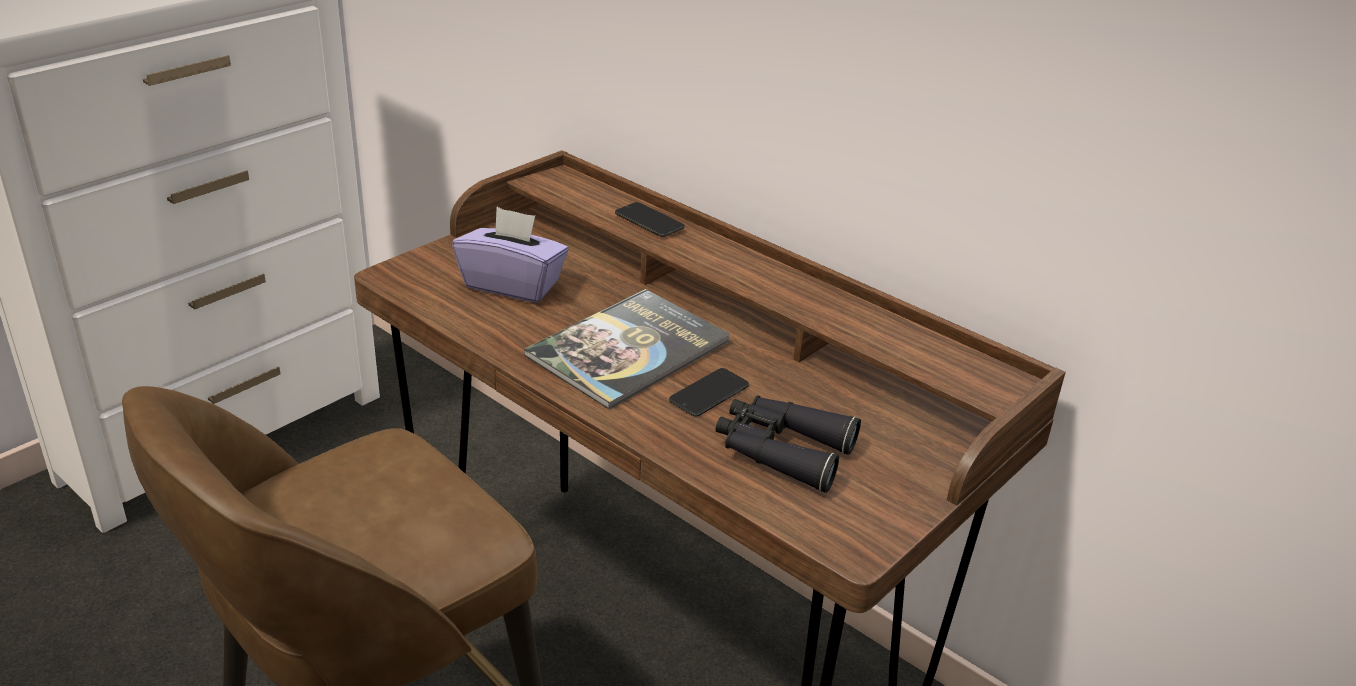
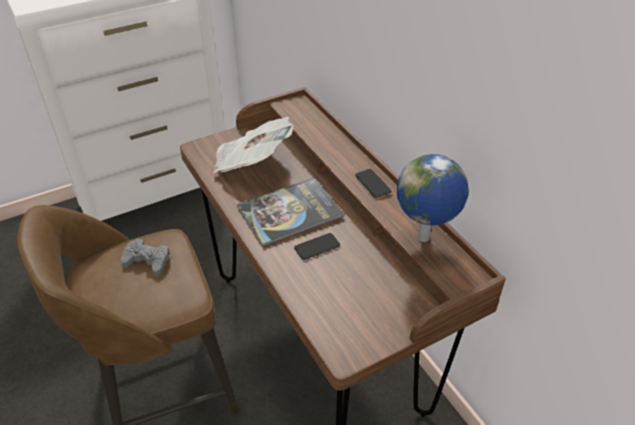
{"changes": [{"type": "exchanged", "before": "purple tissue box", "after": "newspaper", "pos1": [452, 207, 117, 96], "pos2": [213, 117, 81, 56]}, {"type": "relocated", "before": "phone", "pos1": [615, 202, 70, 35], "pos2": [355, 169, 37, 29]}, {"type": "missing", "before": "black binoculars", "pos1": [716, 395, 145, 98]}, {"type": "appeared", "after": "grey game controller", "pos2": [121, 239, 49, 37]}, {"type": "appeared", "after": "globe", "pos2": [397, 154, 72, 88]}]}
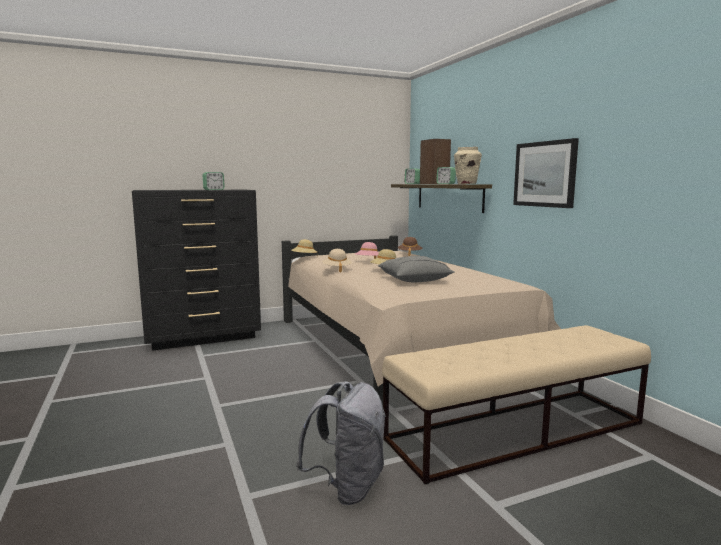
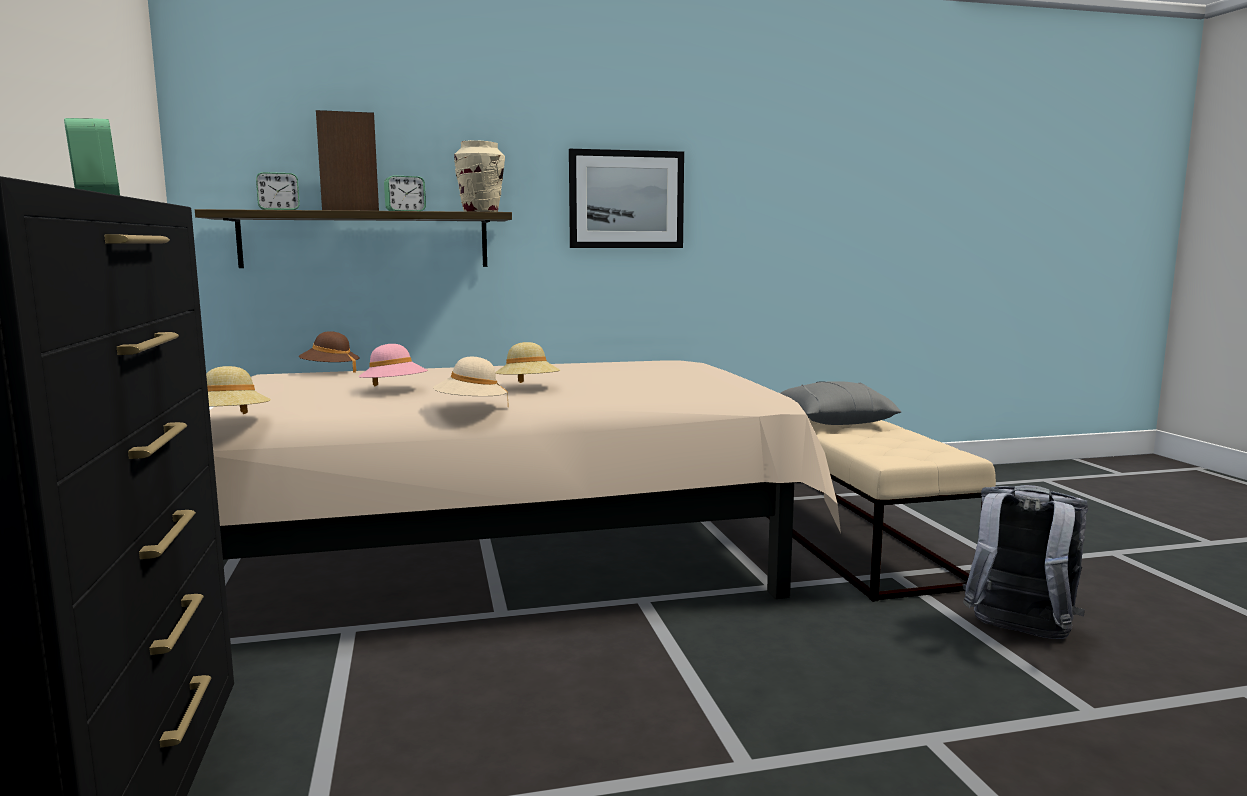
{"changes": [{"type": "relocated", "before": "grey pillow", "pos1": [378, 256, 76, 26], "pos2": [780, 381, 121, 44]}]}
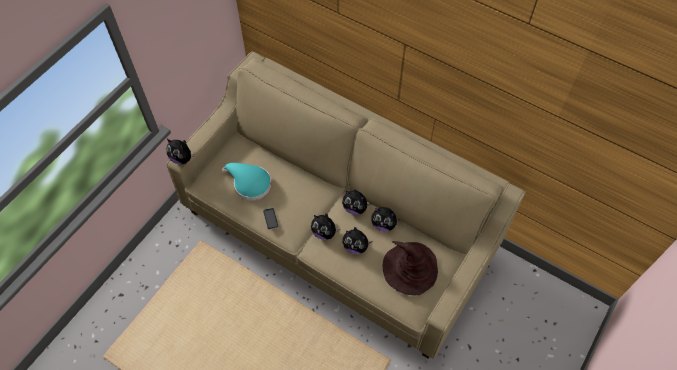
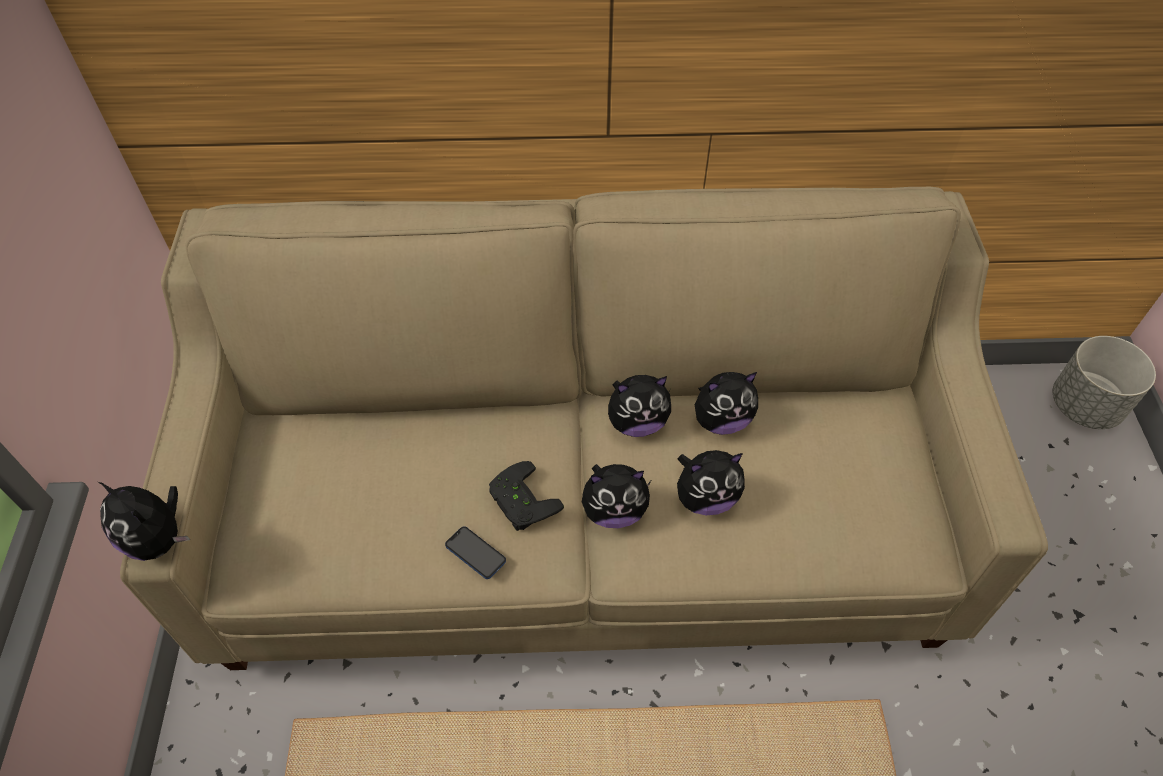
{"changes": [{"type": "spun", "before": "plush toy", "pos1": [166, 138, 30, 26], "pos2": [98, 482, 92, 79], "turn": 45}, {"type": "missing", "before": "turquoise hat", "pos1": [222, 163, 49, 37]}, {"type": "missing", "before": "brown hat", "pos1": [383, 241, 55, 54]}, {"type": "appeared", "after": "black game controller", "pos2": [489, 461, 75, 70]}, {"type": "appeared", "after": "grey planter", "pos2": [1053, 336, 103, 93]}]}
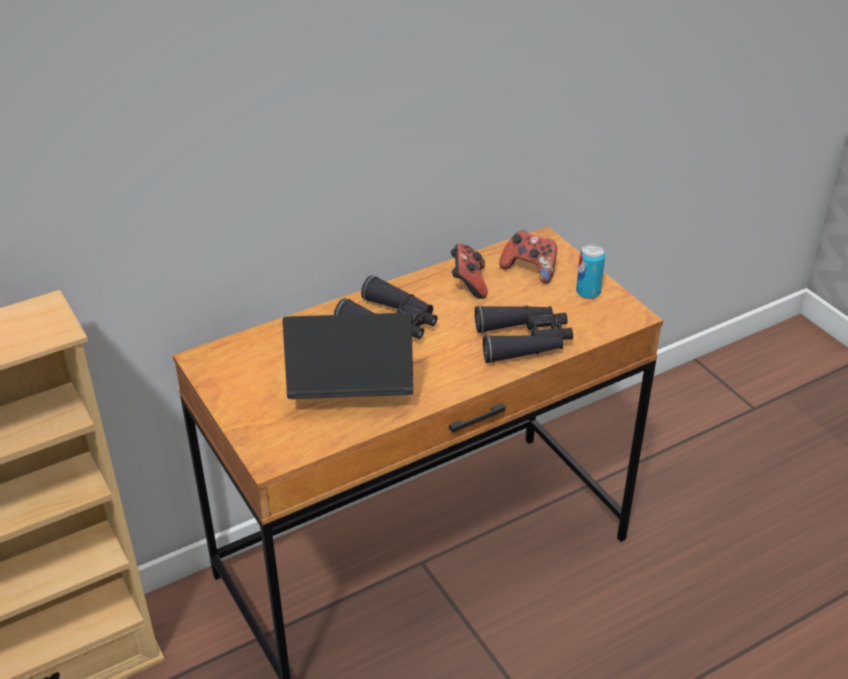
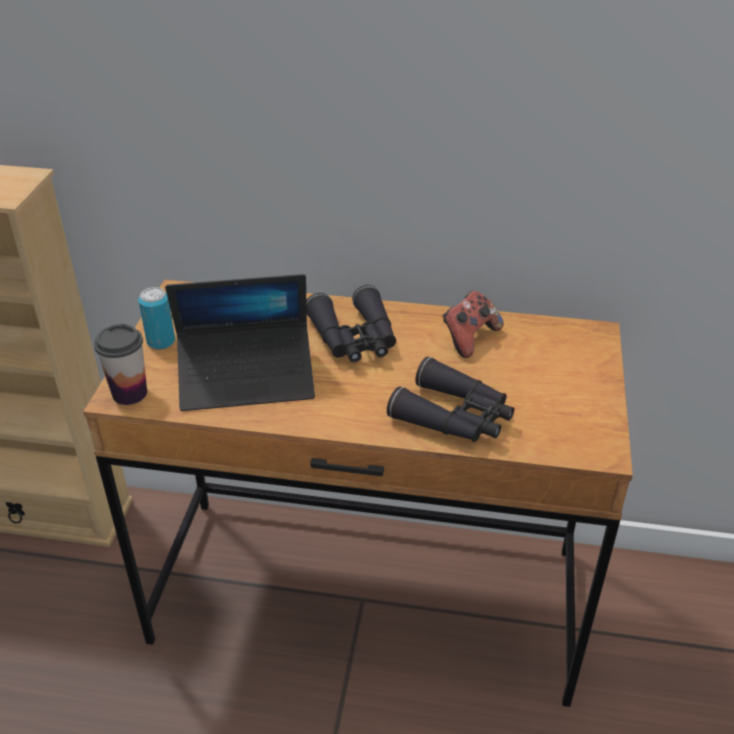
{"changes": [{"type": "spun", "before": "laptop", "pos1": [282, 313, 131, 86], "pos2": [165, 274, 150, 137], "turn": 135}, {"type": "missing", "before": "game controller", "pos1": [499, 230, 58, 54]}, {"type": "relocated", "before": "can", "pos1": [576, 244, 29, 55], "pos2": [138, 287, 37, 63]}, {"type": "appeared", "after": "cup", "pos2": [94, 324, 53, 81]}]}
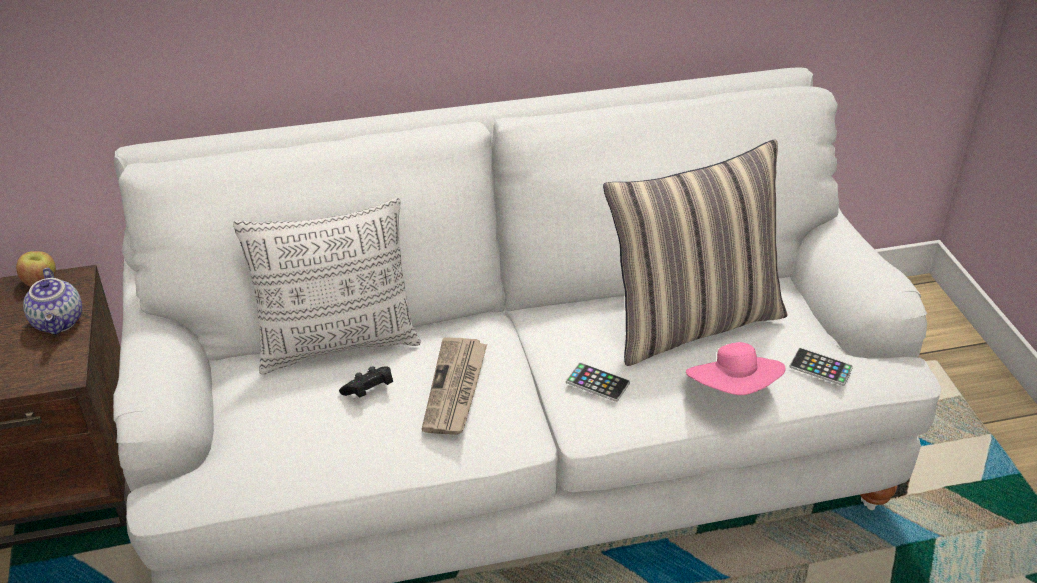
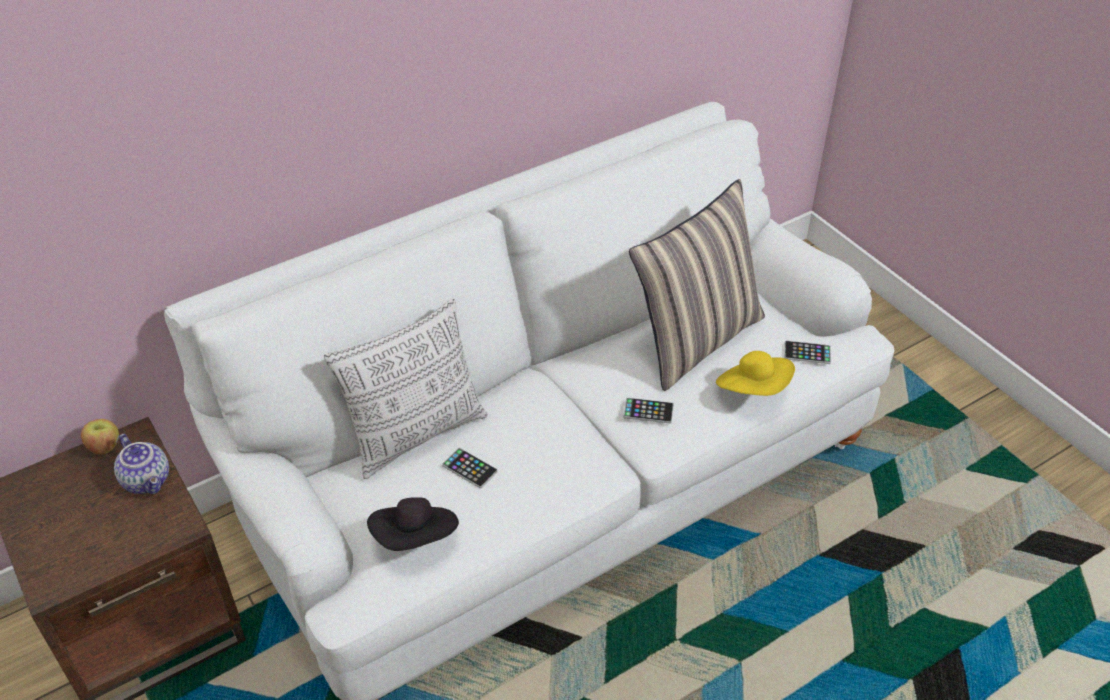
{"changes": [{"type": "exchanged", "before": "black game controller", "after": "phone", "pos1": [339, 366, 54, 32], "pos2": [442, 448, 56, 40]}, {"type": "missing", "before": "newspaper", "pos1": [422, 337, 65, 98]}, {"type": "colour", "before": "pink hat", "after": "yellow hat", "pos1": [686, 342, 99, 53], "pos2": [716, 351, 79, 45]}, {"type": "appeared", "after": "black hat", "pos2": [367, 497, 92, 54]}]}
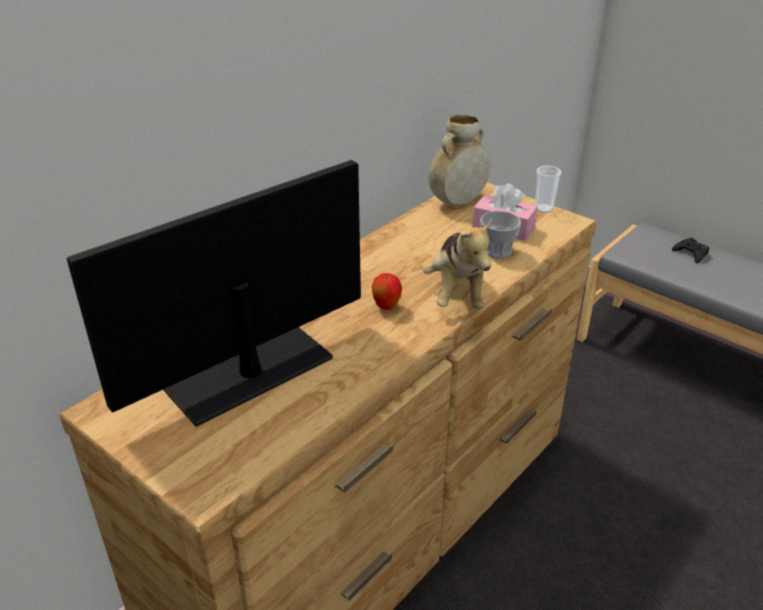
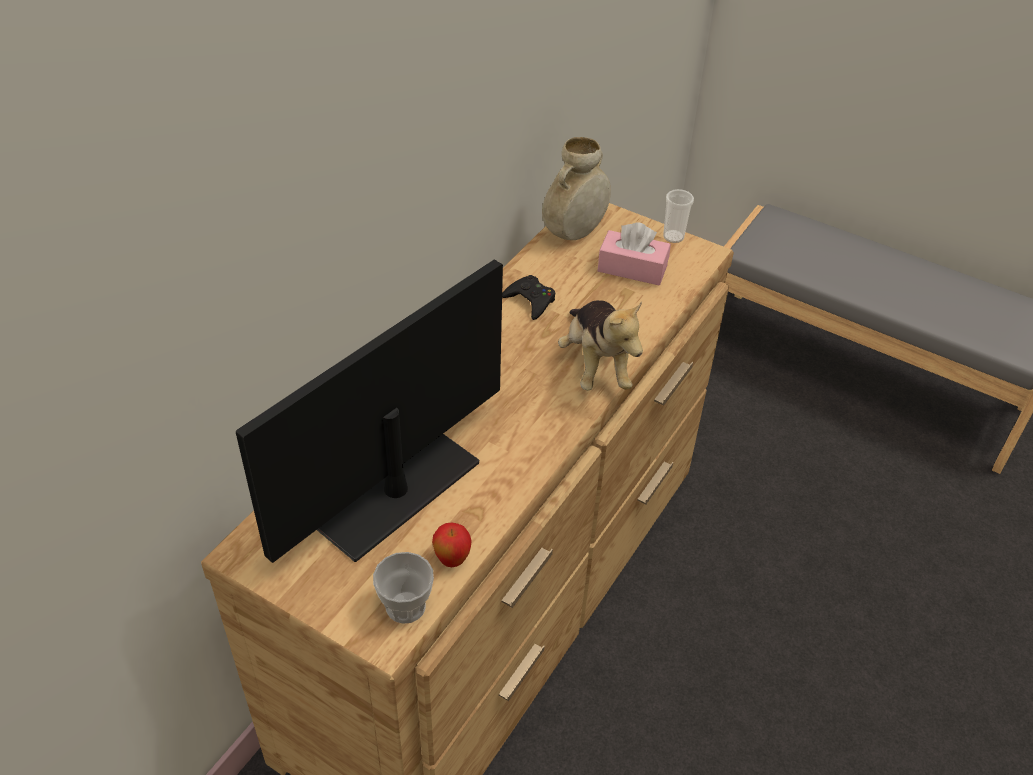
{"changes": [{"type": "relocated", "before": "apple", "pos1": [372, 273, 30, 37], "pos2": [432, 523, 40, 44]}, {"type": "relocated", "before": "cup", "pos1": [480, 211, 41, 47], "pos2": [373, 552, 61, 72]}, {"type": "relocated", "before": "black game controller", "pos1": [672, 238, 37, 25], "pos2": [502, 275, 53, 45]}]}
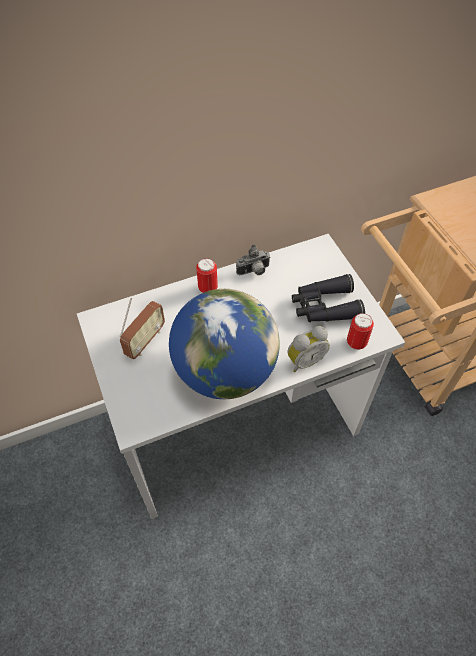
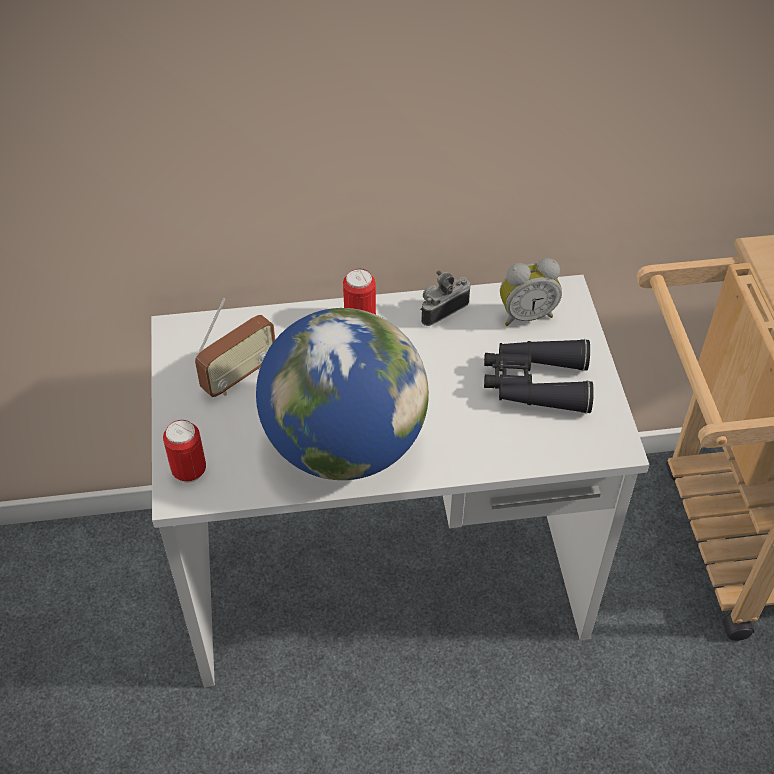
{"changes": [{"type": "spun", "before": "photo camera", "pos1": [236, 244, 35, 31], "pos2": [420, 270, 50, 56], "turn": 150}, {"type": "relocated", "before": "alarm clock", "pos1": [288, 326, 42, 46], "pos2": [500, 258, 62, 68]}, {"type": "relocated", "before": "can", "pos1": [347, 313, 27, 37], "pos2": [163, 420, 43, 63]}]}
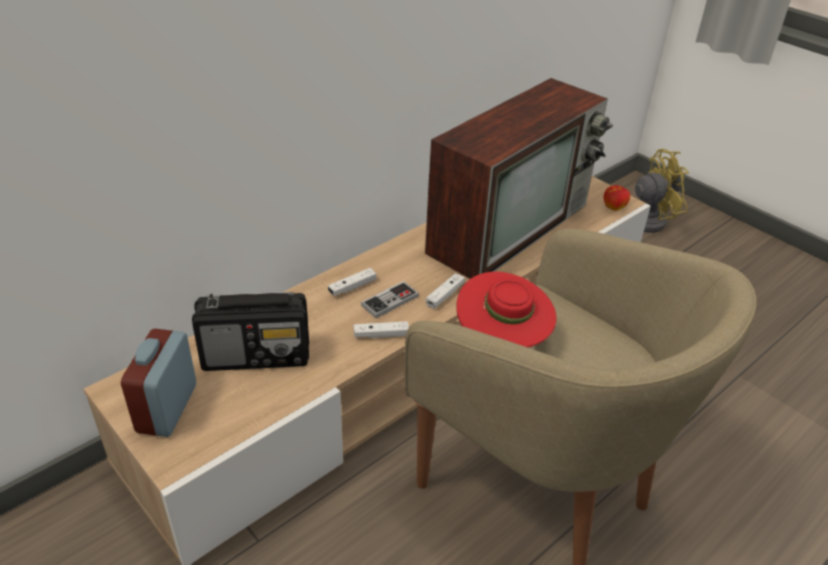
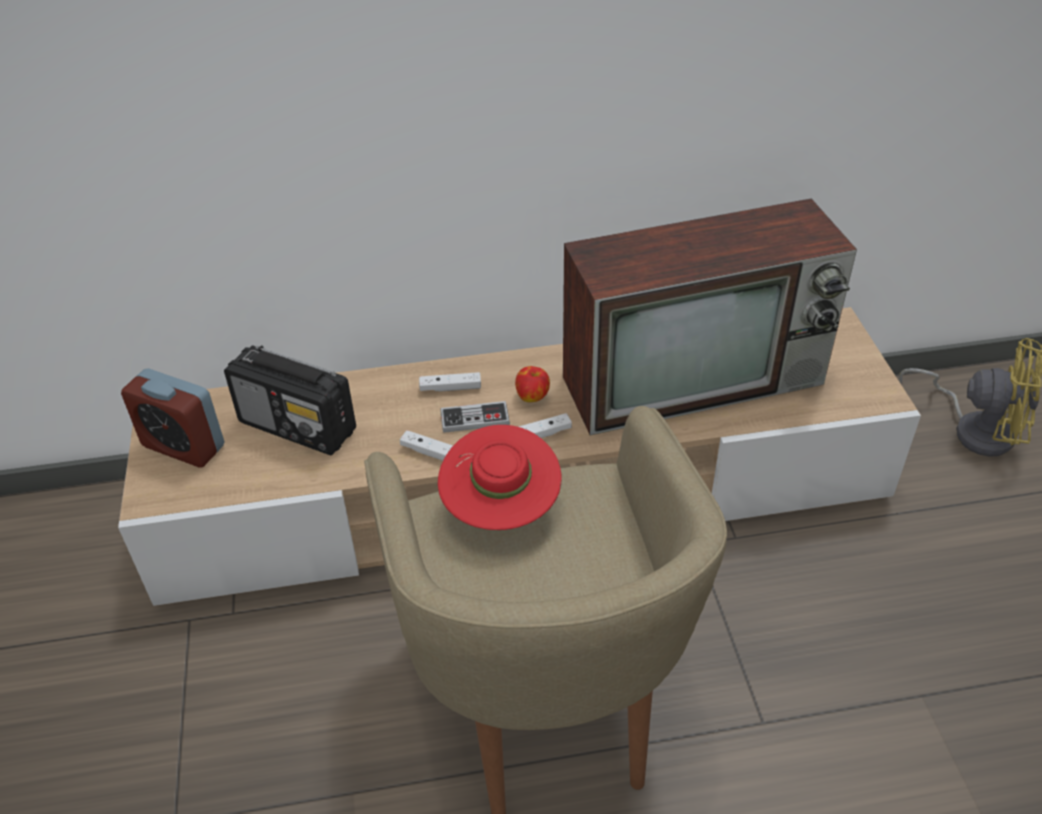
{"changes": [{"type": "spun", "before": "alarm clock", "pos1": [121, 329, 75, 108], "pos2": [121, 368, 104, 99], "turn": -105}, {"type": "relocated", "before": "apple", "pos1": [604, 185, 26, 26], "pos2": [515, 366, 35, 36]}]}
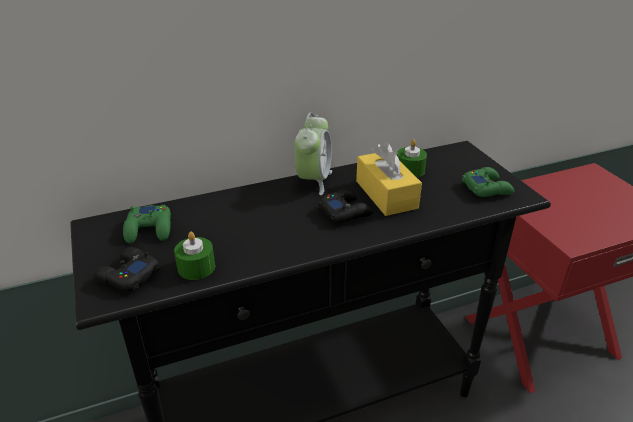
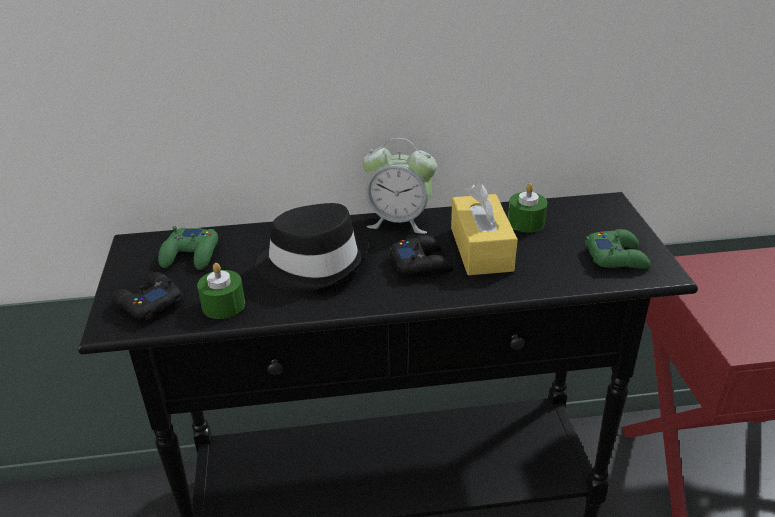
{"changes": [{"type": "spun", "before": "alarm clock", "pos1": [294, 113, 38, 82], "pos2": [363, 138, 74, 96], "turn": 75}, {"type": "appeared", "after": "black hat", "pos2": [256, 203, 112, 88]}]}
